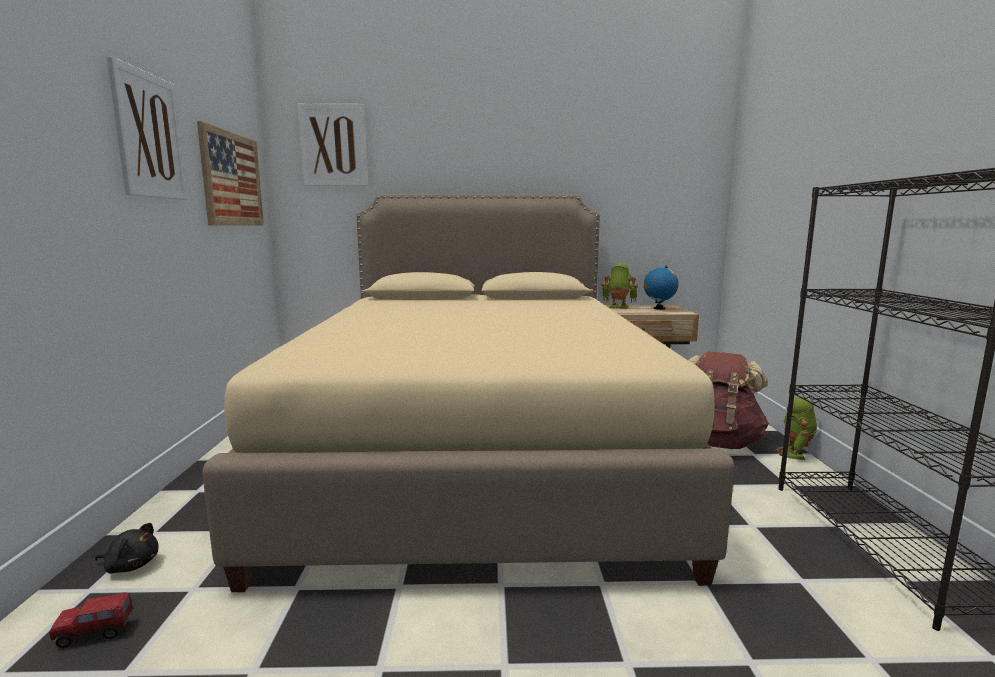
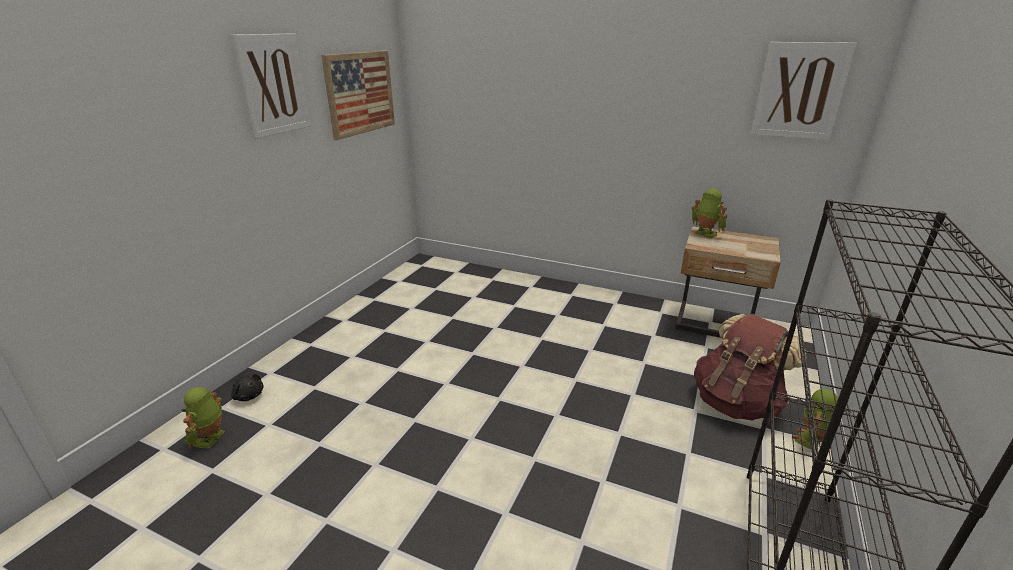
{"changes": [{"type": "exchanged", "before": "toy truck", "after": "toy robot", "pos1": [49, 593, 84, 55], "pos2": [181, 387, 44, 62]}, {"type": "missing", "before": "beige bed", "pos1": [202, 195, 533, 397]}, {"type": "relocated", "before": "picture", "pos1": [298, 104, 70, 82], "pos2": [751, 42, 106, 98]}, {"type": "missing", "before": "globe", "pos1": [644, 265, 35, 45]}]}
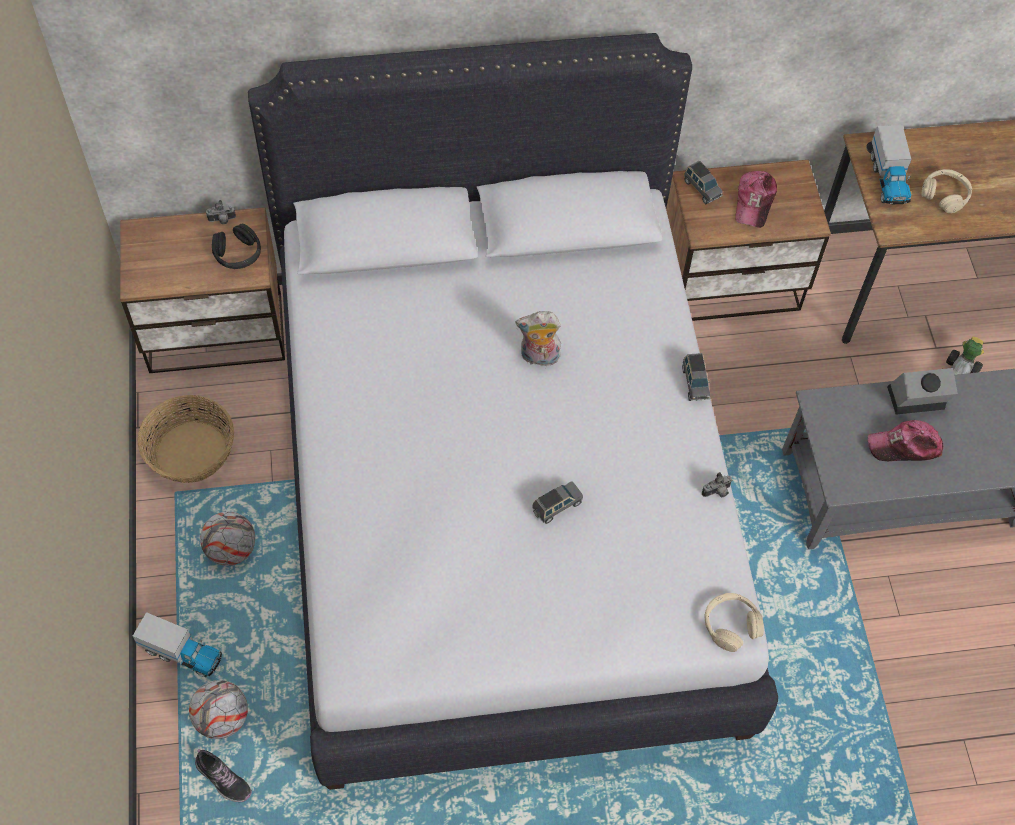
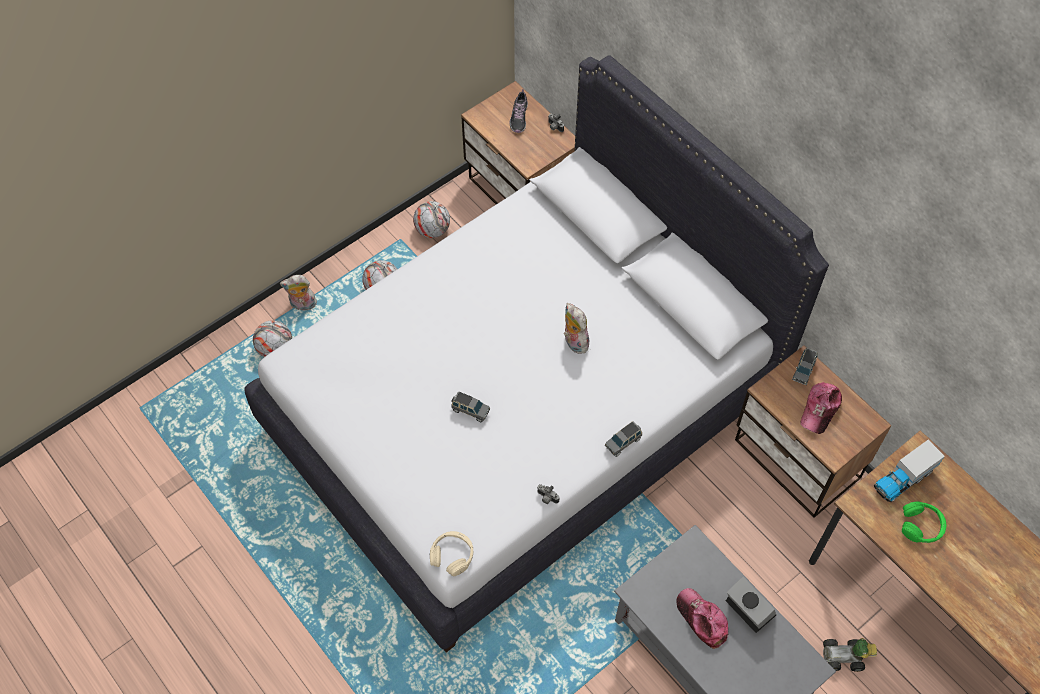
{"changes": [{"type": "exchanged", "before": "toy truck", "after": "plush toy", "pos1": [133, 612, 89, 65], "pos2": [280, 275, 38, 35]}, {"type": "exchanged", "before": "basket", "after": "football", "pos1": [137, 395, 97, 88], "pos2": [413, 201, 37, 37]}, {"type": "relocated", "before": "shoe", "pos1": [195, 749, 57, 53], "pos2": [510, 89, 18, 44]}, {"type": "missing", "before": "black headphones", "pos1": [212, 224, 49, 45]}, {"type": "spun", "before": "cap", "pos1": [735, 171, 42, 57], "pos2": [800, 382, 42, 52], "turn": -45}, {"type": "colour", "before": "beige headphones", "after": "green headphones", "pos1": [922, 169, 50, 44], "pos2": [902, 501, 44, 42]}]}
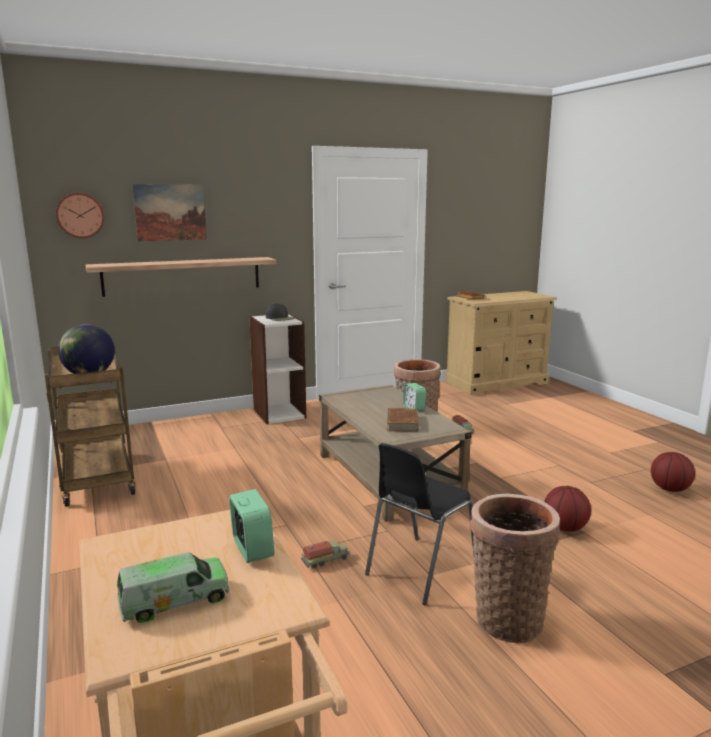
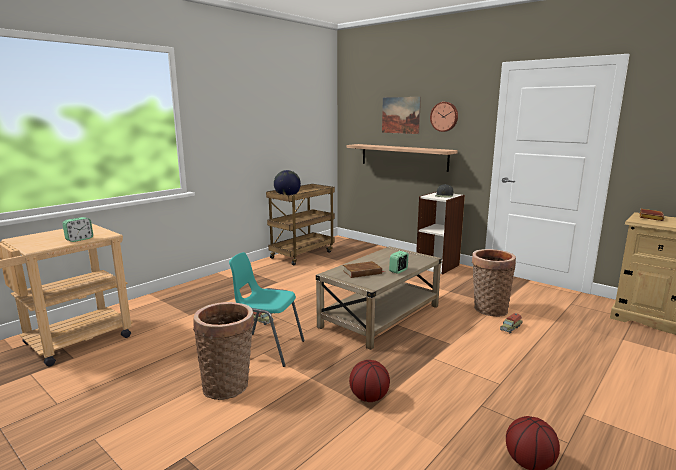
{"changes": [{"type": "relocated", "before": "wall clock", "pos1": [56, 193, 48, 45], "pos2": [430, 102, 28, 30]}, {"type": "missing", "before": "toy truck", "pos1": [117, 552, 113, 71]}, {"type": "colour", "before": "black chair", "after": "turquoise chair", "pos1": [365, 443, 110, 162], "pos2": [229, 252, 76, 115]}]}
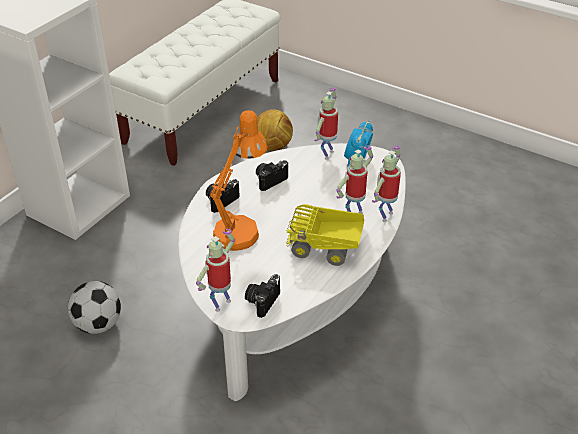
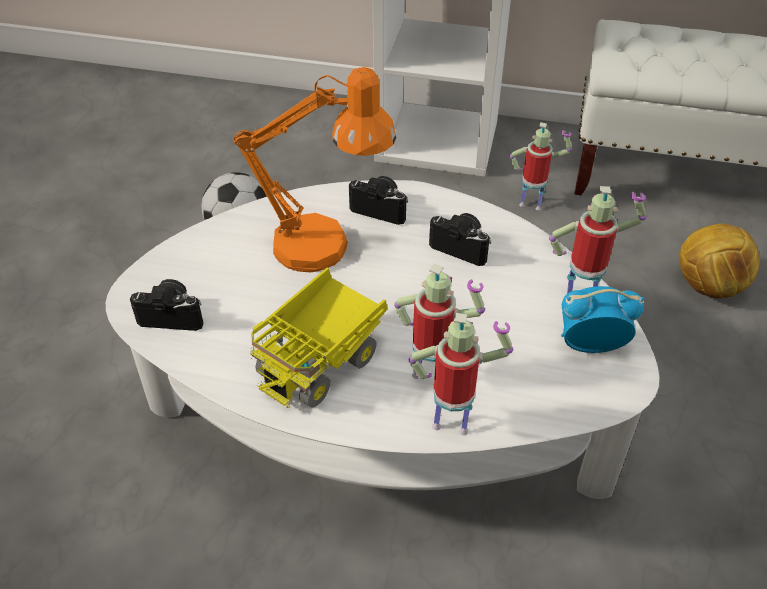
{"changes": [{"type": "relocated", "before": "toy robot", "pos1": [196, 229, 39, 83], "pos2": [510, 122, 62, 89]}, {"type": "spun", "before": "toy truck", "pos1": [286, 204, 78, 62], "pos2": [250, 268, 138, 140], "turn": -135}]}
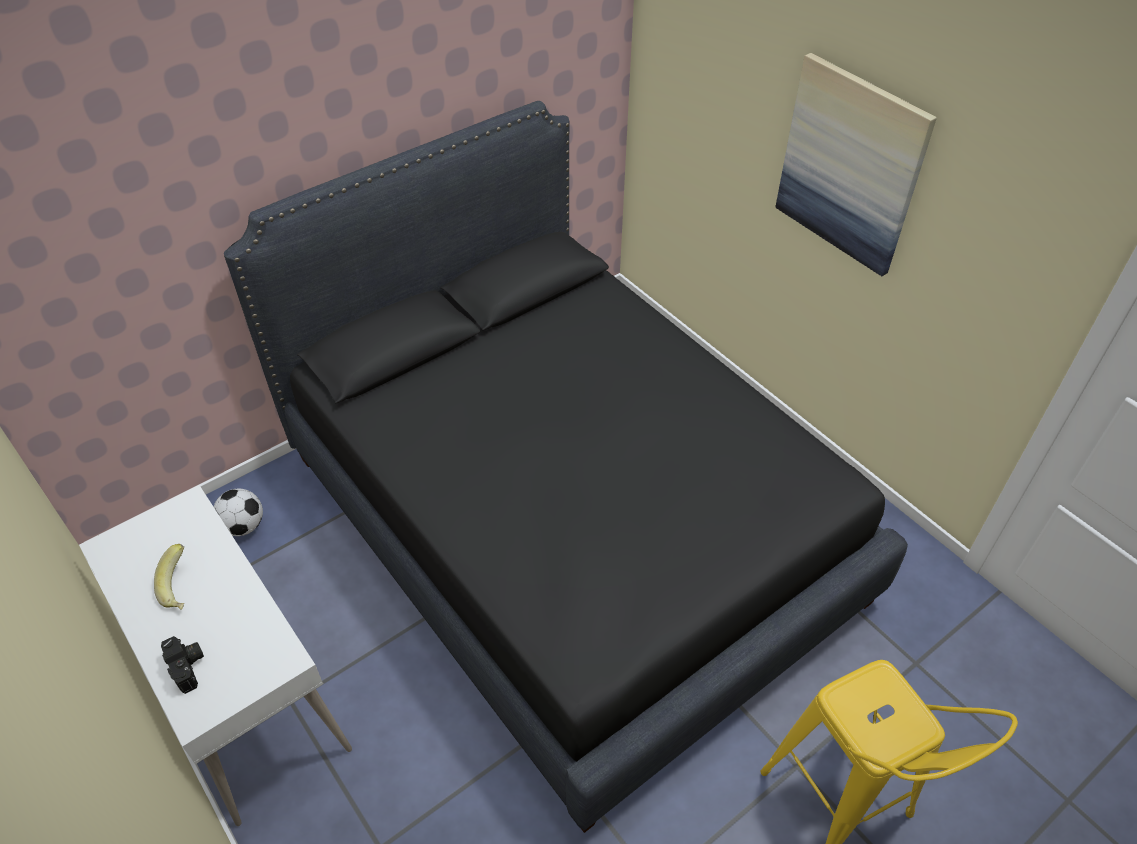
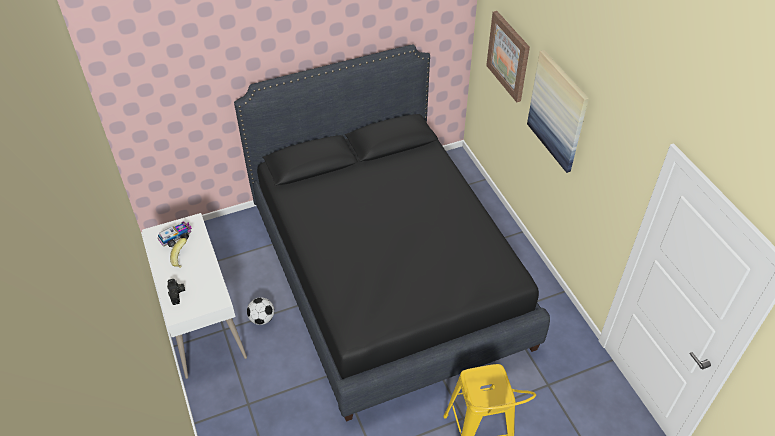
{"changes": [{"type": "relocated", "before": "football", "pos1": [214, 489, 49, 47], "pos2": [247, 297, 27, 28]}, {"type": "appeared", "after": "toy truck", "pos2": [157, 221, 35, 26]}, {"type": "appeared", "after": "picture", "pos2": [486, 11, 44, 91]}]}
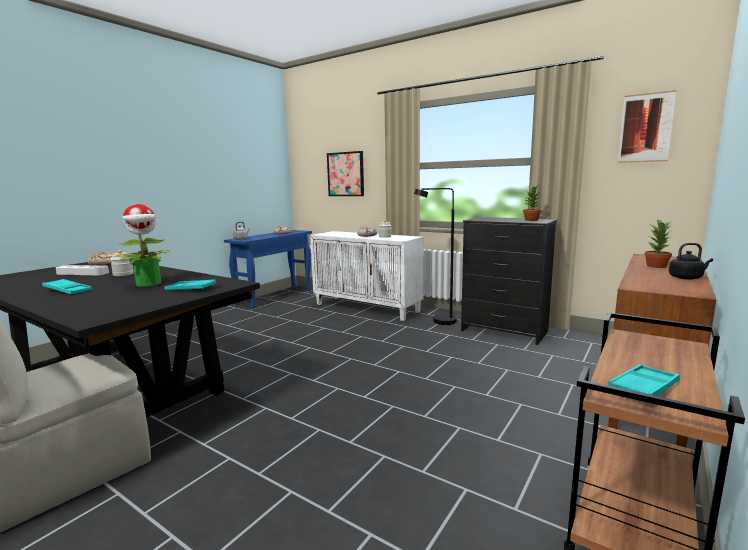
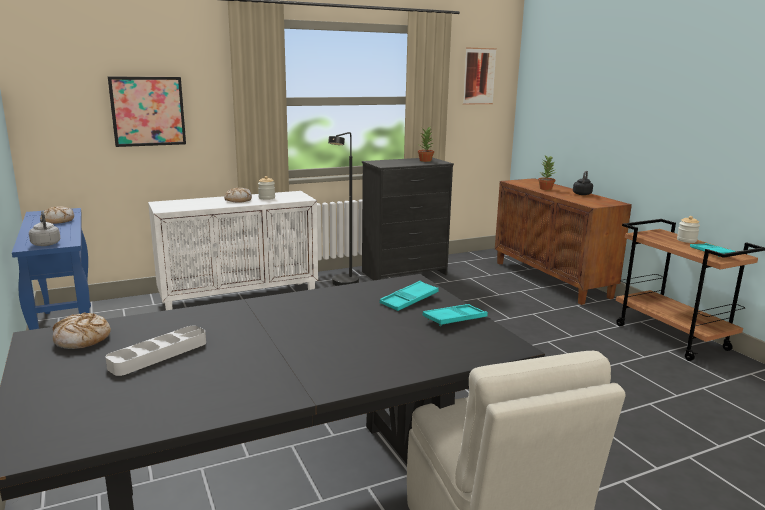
{"changes": [{"type": "relocated", "before": "turquoise tray", "pos1": [42, 279, 50, 15], "pos2": [422, 304, 66, 22]}, {"type": "relocated", "before": "jar", "pos1": [110, 250, 24, 26], "pos2": [677, 216, 23, 27]}, {"type": "missing", "before": "potted plant", "pos1": [117, 204, 52, 83]}]}
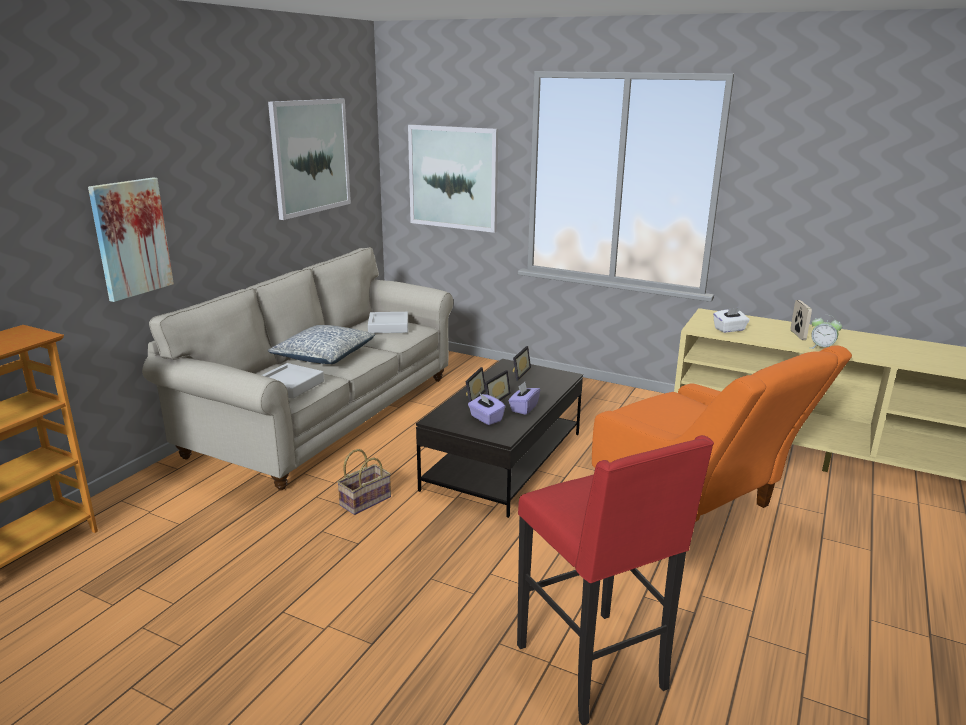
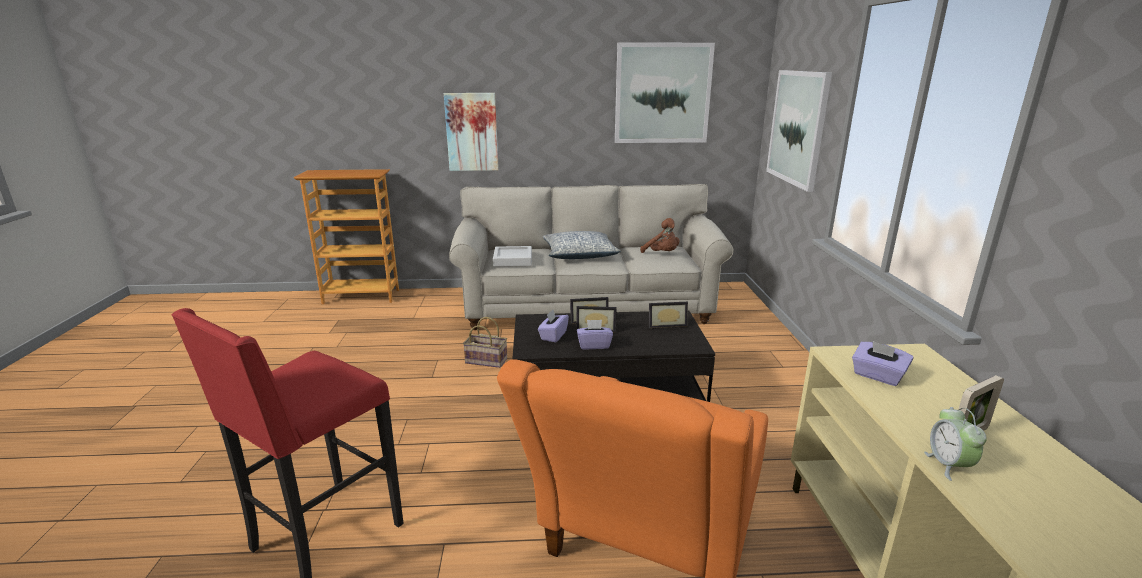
{"changes": [{"type": "exchanged", "before": "grey tray", "after": "brown plush toy", "pos1": [368, 312, 40, 21], "pos2": [640, 218, 39, 35]}, {"type": "colour", "before": "white tissue box", "after": "purple tissue box", "pos1": [713, 307, 37, 26], "pos2": [852, 341, 62, 45]}]}
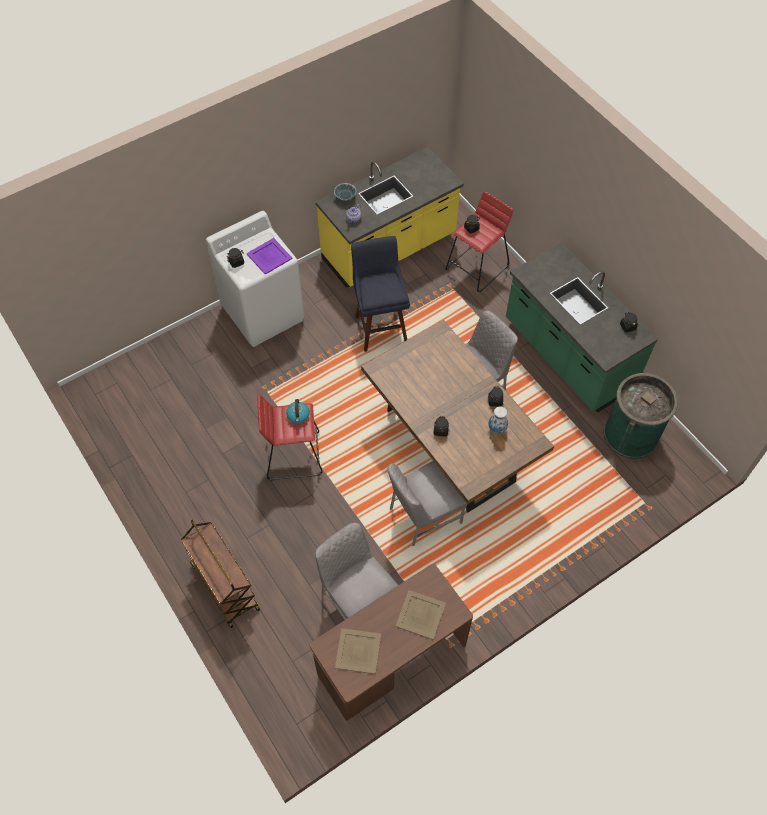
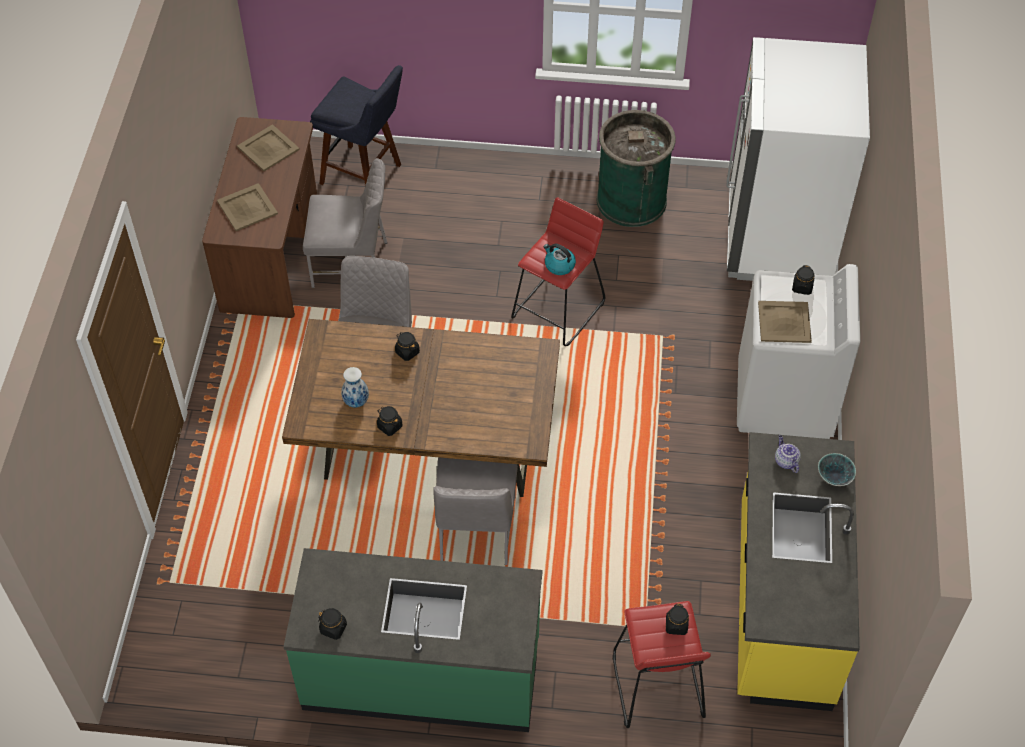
{"changes": [{"type": "missing", "before": "brown cart", "pos1": [181, 520, 79, 108]}, {"type": "colour", "before": "purple tray", "after": "beige tray", "pos1": [247, 238, 46, 37], "pos2": [758, 301, 54, 42]}, {"type": "relocated", "before": "blue stool", "pos1": [351, 236, 59, 116], "pos2": [310, 65, 93, 120]}, {"type": "relocated", "before": "green trash can", "pos1": [603, 373, 75, 86], "pos2": [597, 110, 79, 117]}, {"type": "appeared", "after": "white fridge", "pos2": [726, 37, 144, 244]}]}
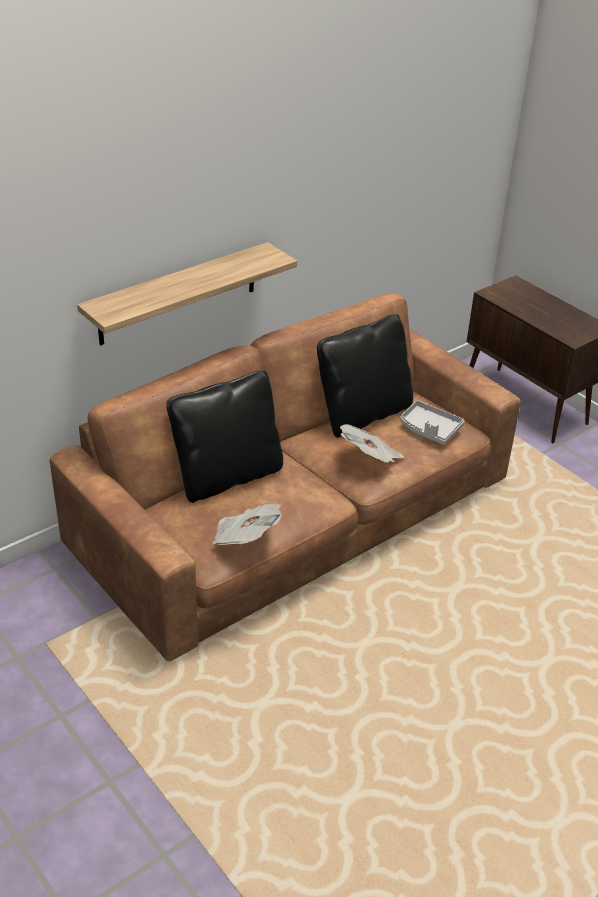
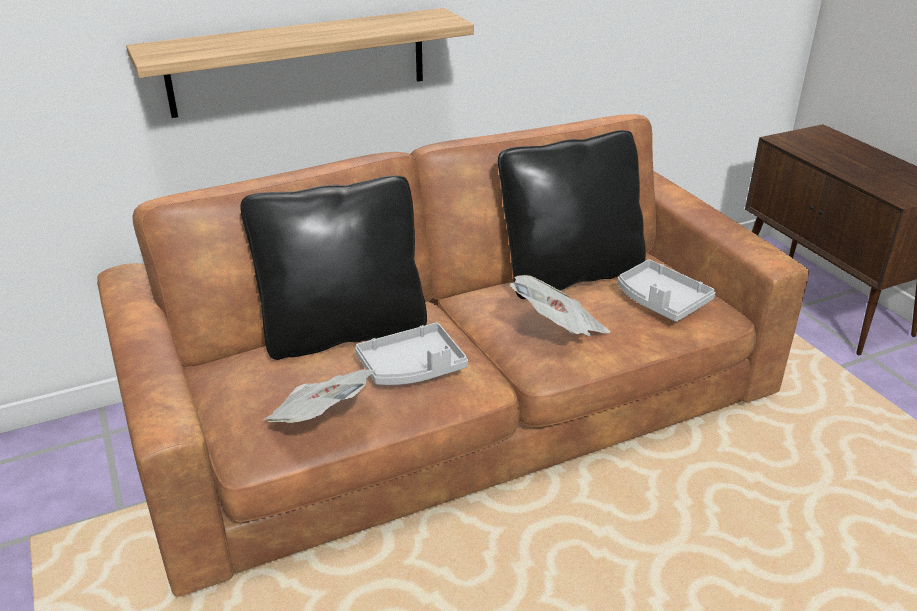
{"changes": [{"type": "appeared", "after": "grey tray", "pos2": [355, 322, 113, 63]}]}
